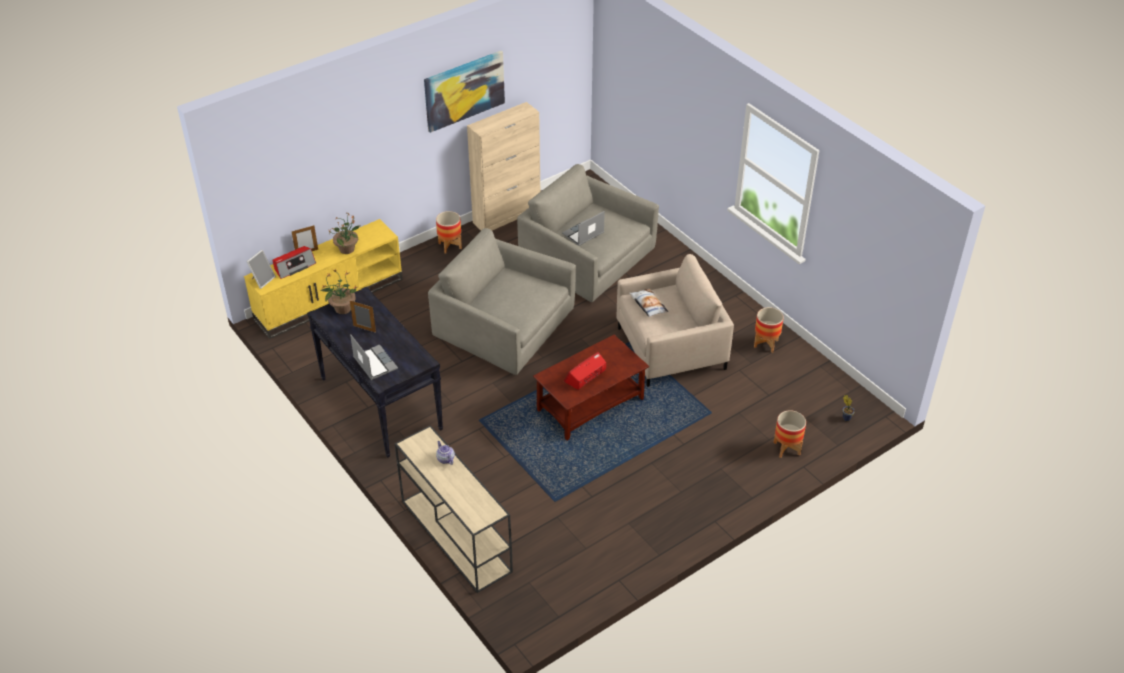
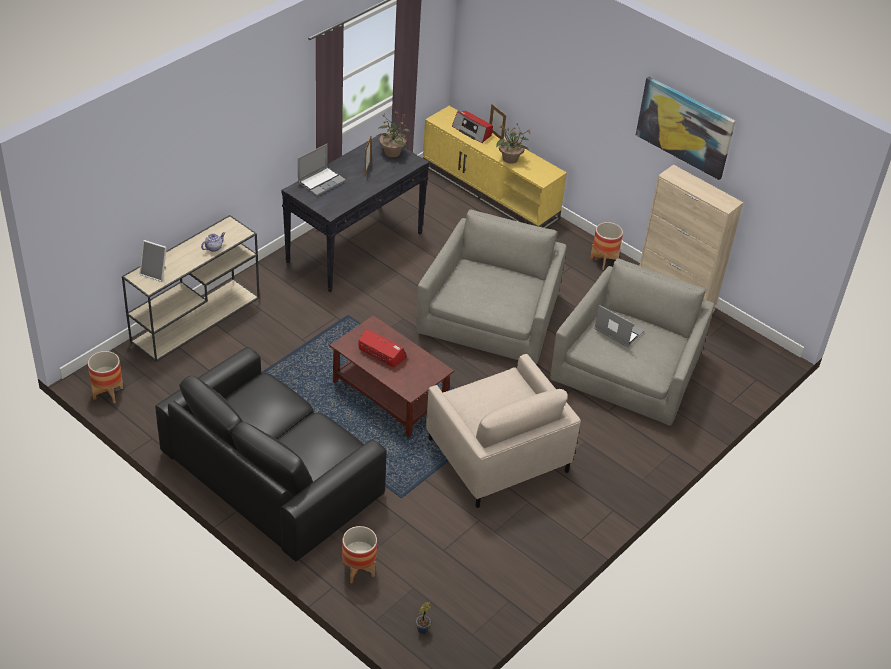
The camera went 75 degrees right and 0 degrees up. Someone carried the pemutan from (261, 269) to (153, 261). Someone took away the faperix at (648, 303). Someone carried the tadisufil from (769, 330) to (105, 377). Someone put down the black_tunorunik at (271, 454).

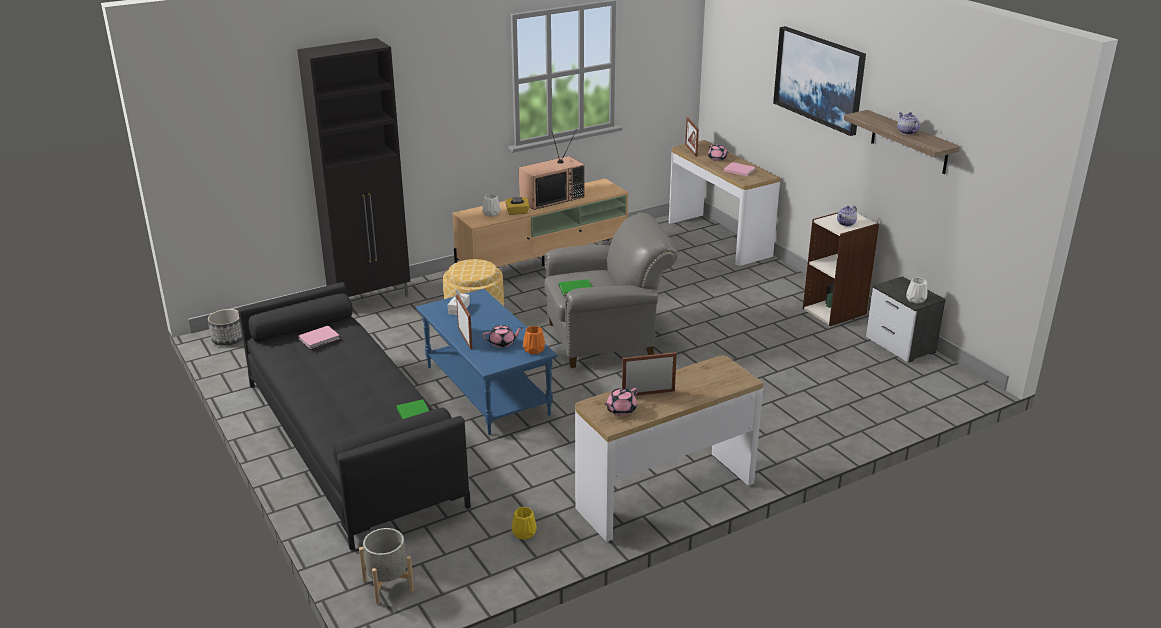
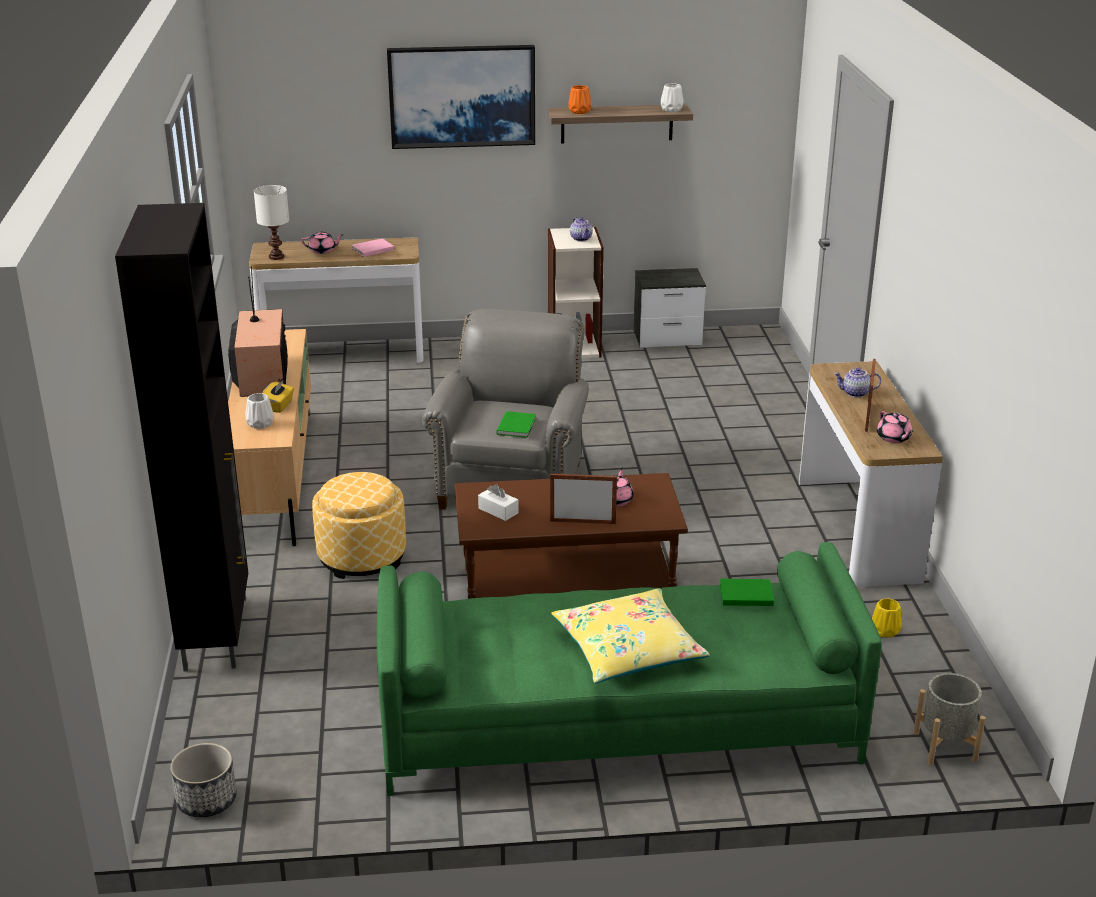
The camera went 65 degrees left and 0 degrees up. Someone repainted the black_tunorunik at (354, 416), which became the green_tunorunik at (629, 669). Someone took away the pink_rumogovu at (319, 337). Someone repainted the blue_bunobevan at (486, 362), which became the brown_bunobevan at (571, 536). Someone carried the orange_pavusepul from (534, 340) to (579, 99). Someone swapped the pemutan at (692, 137) for the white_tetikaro at (271, 222). Someone carried the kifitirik from (908, 123) to (857, 382). Someone carried the white_pavusepul from (916, 290) to (672, 97). Someone put down the yellow_faperix at (630, 635).

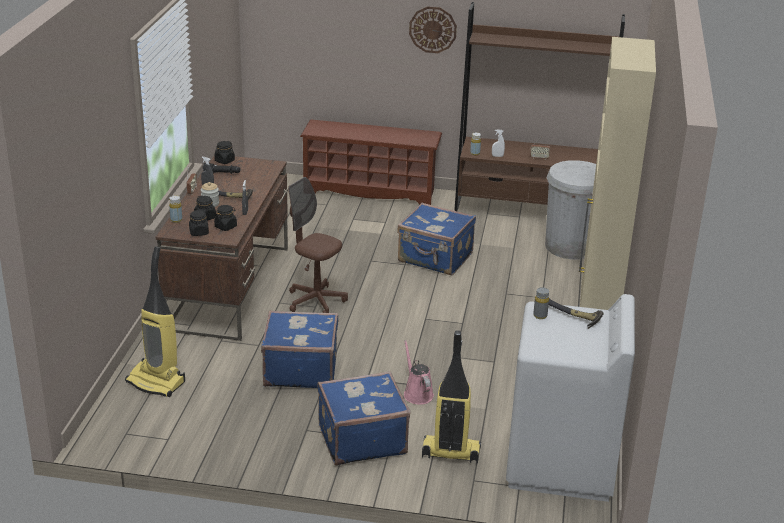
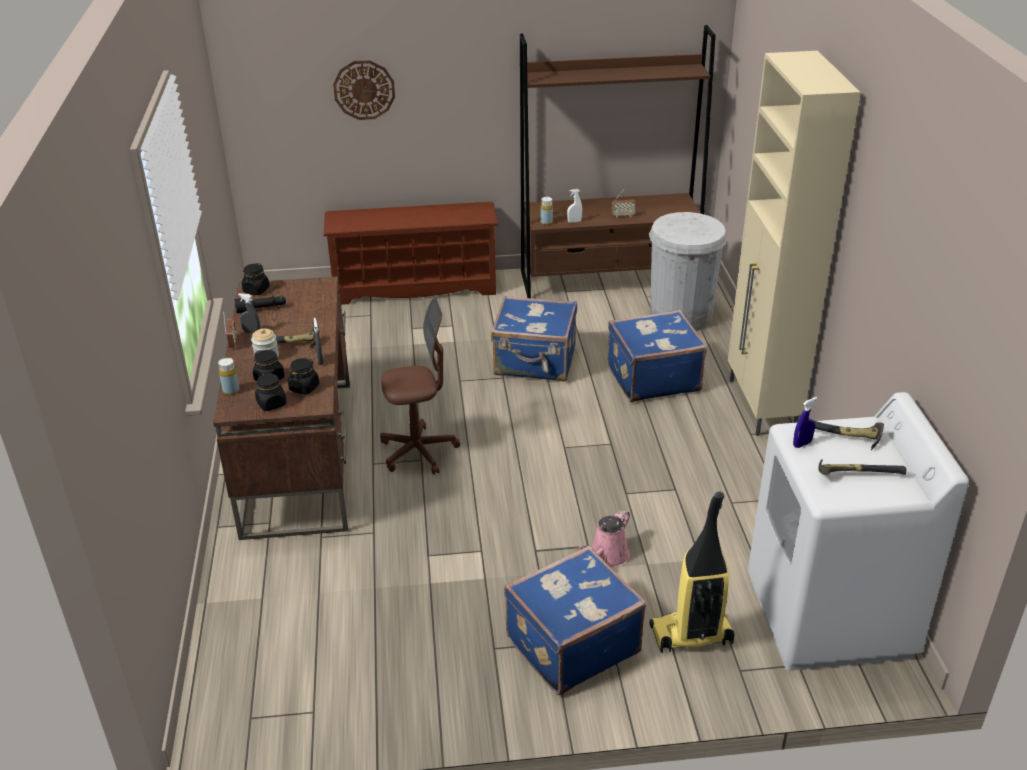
The camera went 15 degrees left and 5 degrees up. Someone took away the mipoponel at (155, 321). Someone carried the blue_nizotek from (300, 349) to (657, 356). Someone rotated the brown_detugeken at (318, 245) by 150 degrees clockwise. Someone rotated the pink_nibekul at (419, 372) by 105 degrees counterclockwise. Someone carried the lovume from (433, 29) to (364, 90). Someone swapped the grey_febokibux at (541, 303) for the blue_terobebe at (805, 422). Someone put down the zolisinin at (862, 467).

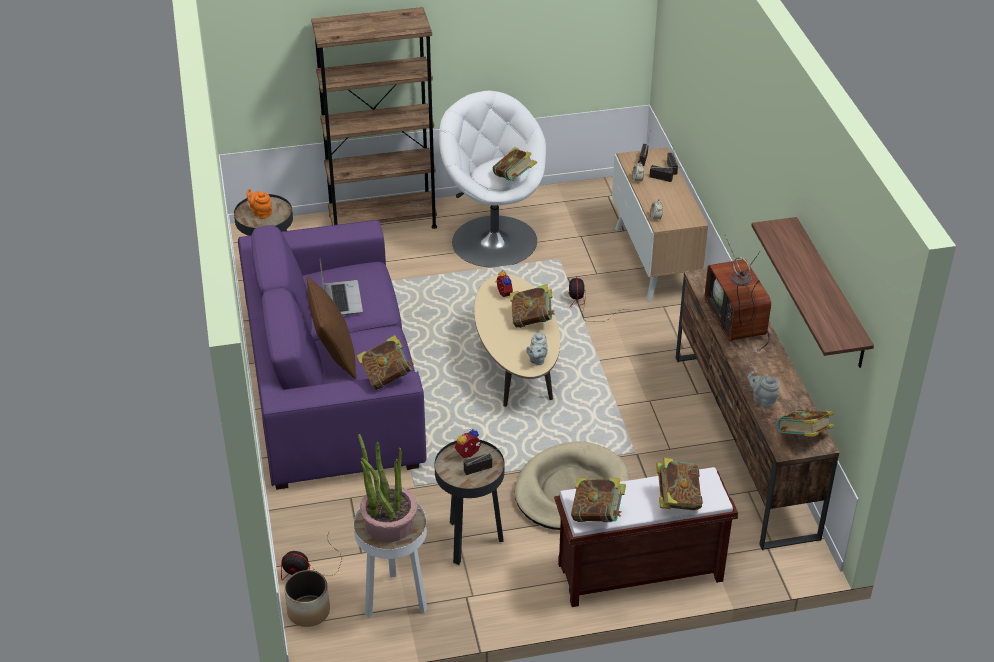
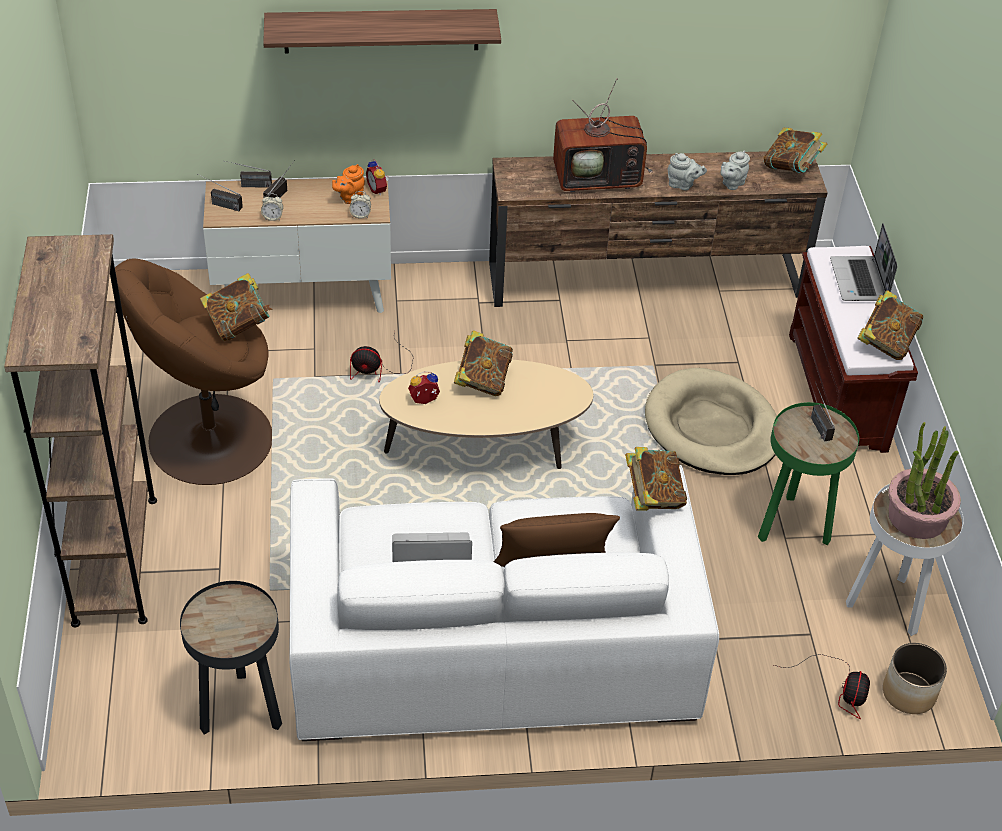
The camera went 85 degrees left and 5 degrees up. Someone repainted the purple_tunorunik at (332, 355), which became the white_tunorunik at (504, 603). Someone carried the orange_kifitirik from (259, 203) to (348, 184). Someone repainted the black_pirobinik at (469, 502), which became the green_pirobinik at (808, 473). Someone repainted the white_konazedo at (492, 179), which became the brown_konazedo at (193, 371). Someone carried the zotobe from (468, 443) to (377, 177). Someone carried the grey_kifitirik from (537, 348) to (687, 171). Someone swapped the rumogovu at (679, 484) for the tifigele at (863, 262). Someone carried the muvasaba from (813, 292) to (382, 31).

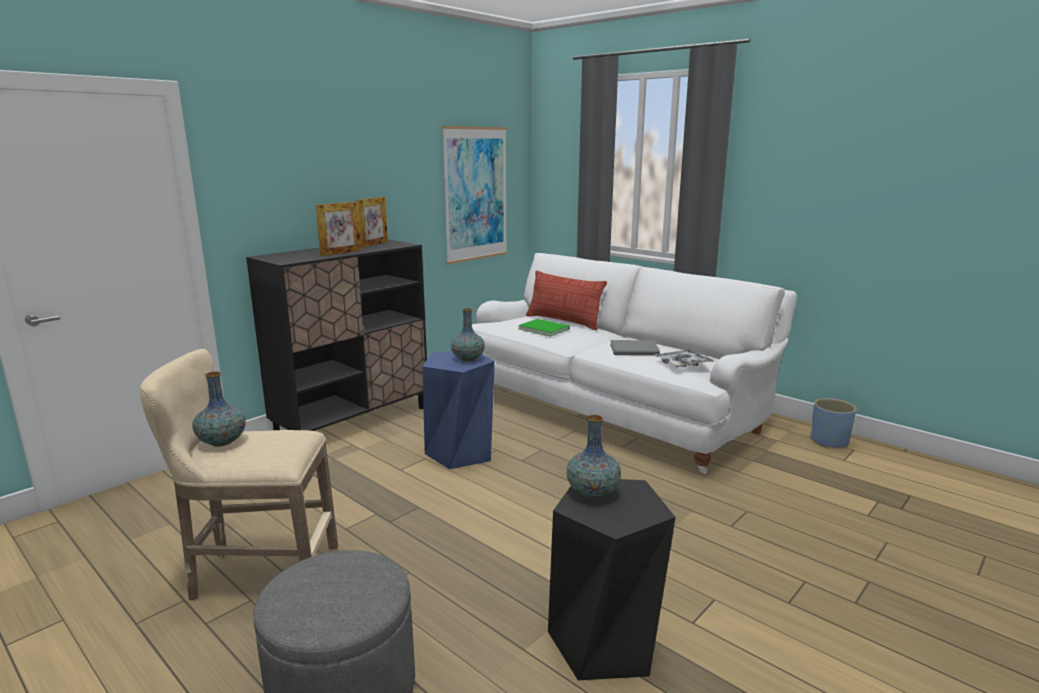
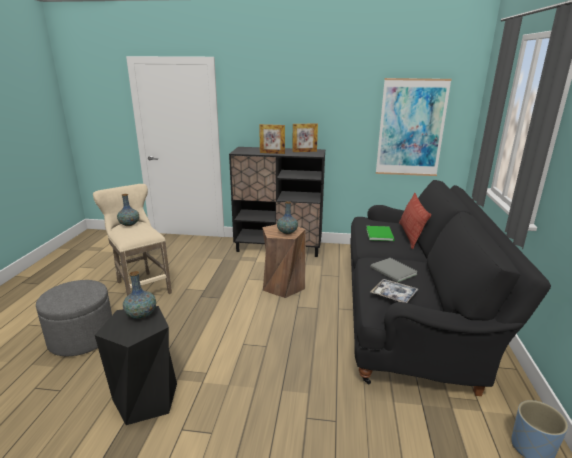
The camera went 55 degrees right and 5 degrees up. Someone repainted the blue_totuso at (458, 410), which became the brown_totuso at (284, 261). Someone repainted the white_tunorunik at (634, 363), which became the black_tunorunik at (450, 288).

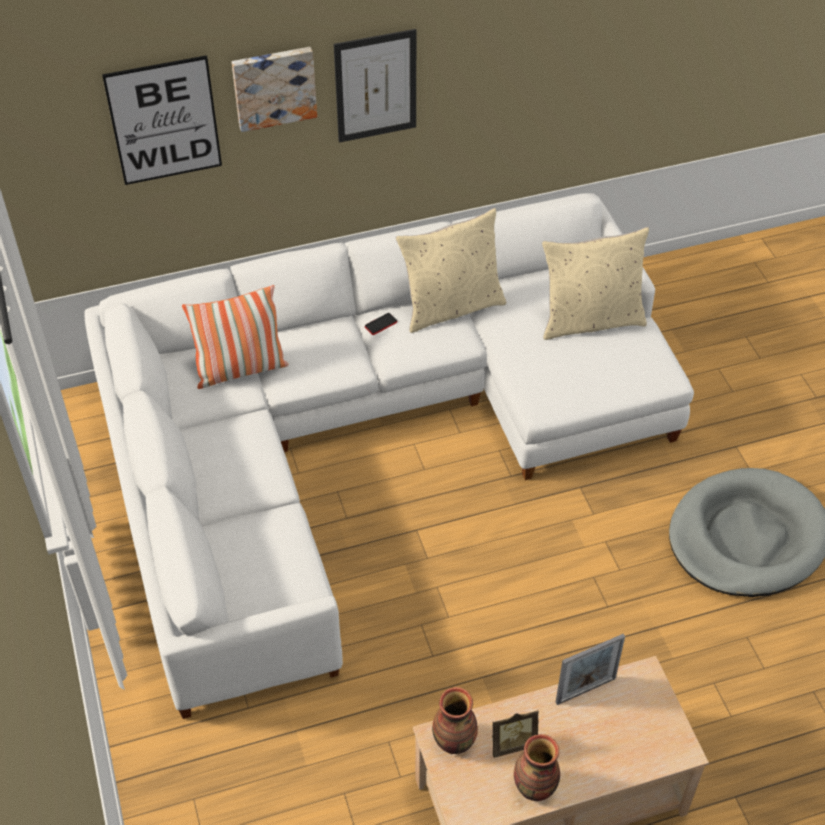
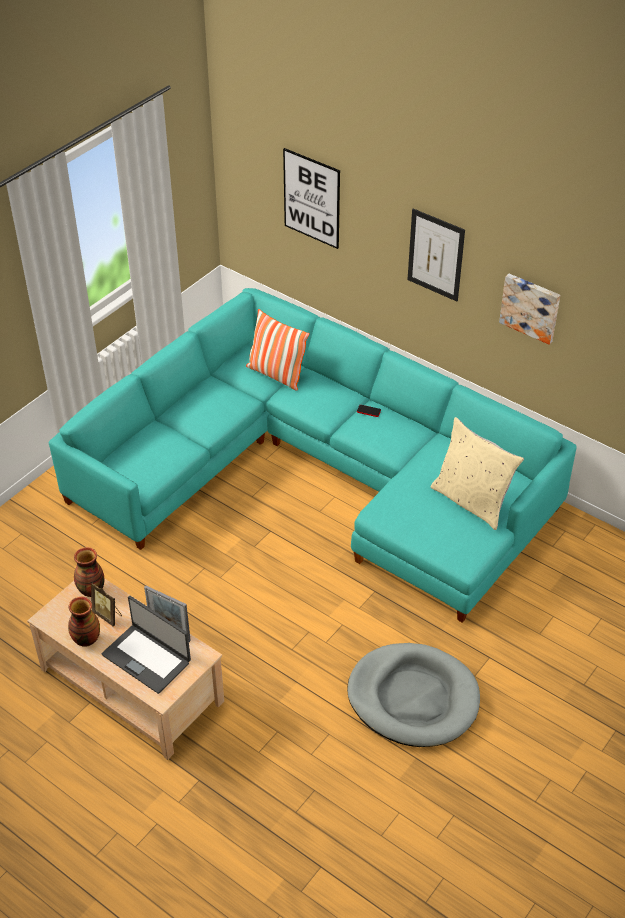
The camera went 55 degrees right and 5 degrees down. Someone repainted the white_tunorunik at (389, 456), which became the turquoise_tunorunik at (313, 455). Someone carried the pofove from (274, 89) to (529, 309). Someone took away the beige_faperix at (451, 270). Someone put down the tifigele at (146, 645).

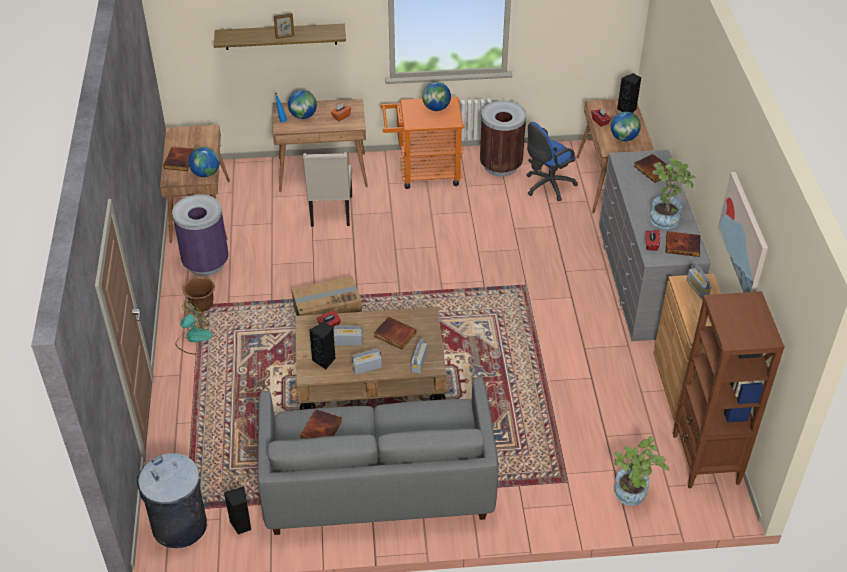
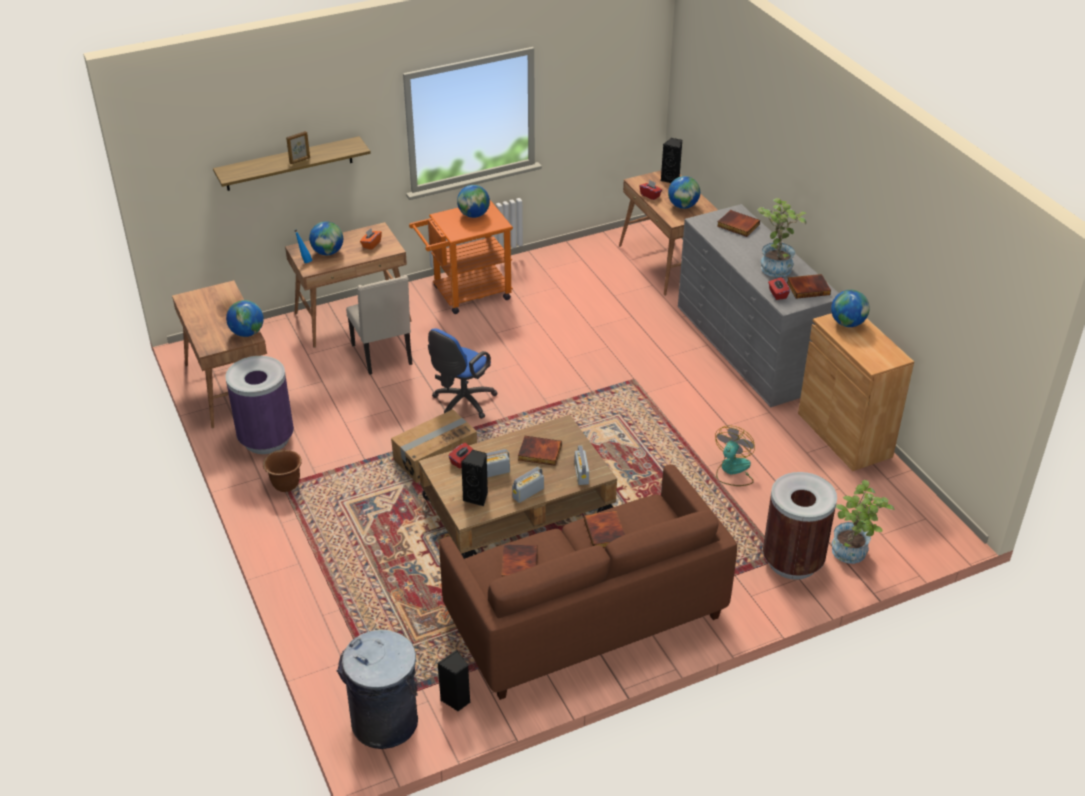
The camera went 20 degrees left and 5 degrees down. Someone carried the rumogovu from (179, 159) to (604, 529). Someone carried the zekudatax from (194, 327) to (735, 455). Someone repainted the grey_tunorunik at (377, 456), which became the brown_tunorunik at (588, 582). Someone carried the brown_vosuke from (503, 139) to (800, 526). Someone carried the blue_detugeken from (552, 161) to (463, 373). Someone took away the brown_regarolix at (728, 389). Someone swapped the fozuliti at (699, 281) for the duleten at (850, 308). Someone took away the pofove at (743, 232).

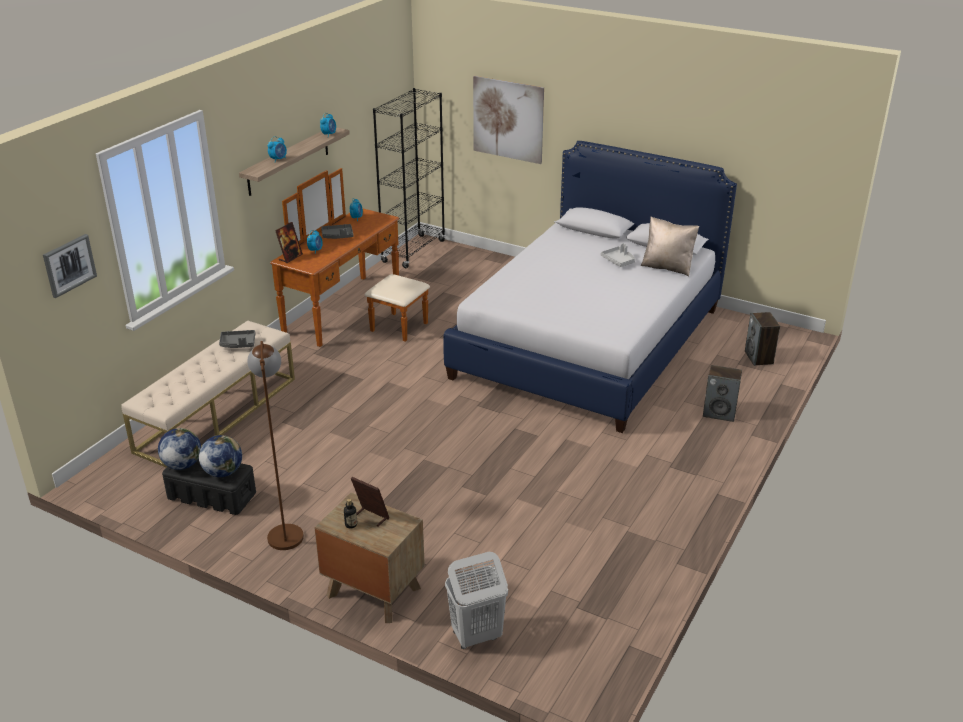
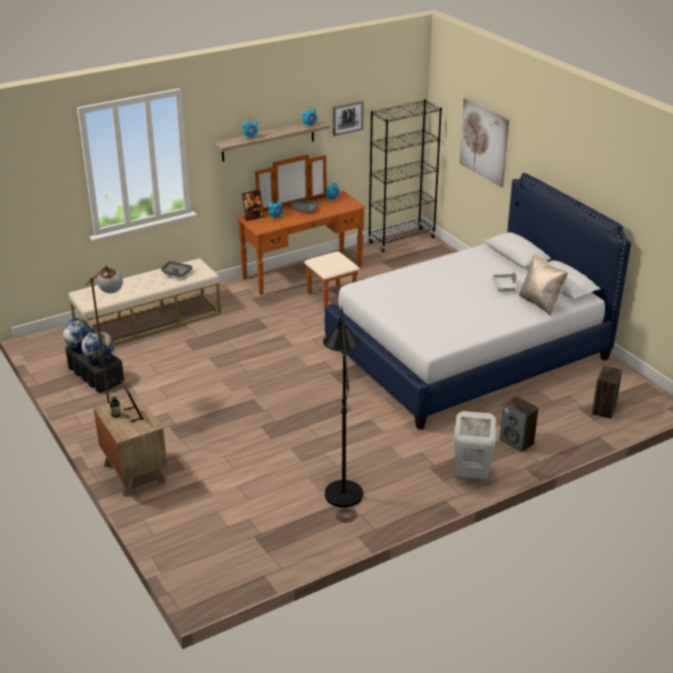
The camera went 30 degrees right and 0 degrees up. Someone carried the pofove from (70, 266) to (348, 118). Someone carried the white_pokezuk from (476, 600) to (475, 446). Someone put down the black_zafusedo at (343, 414).

